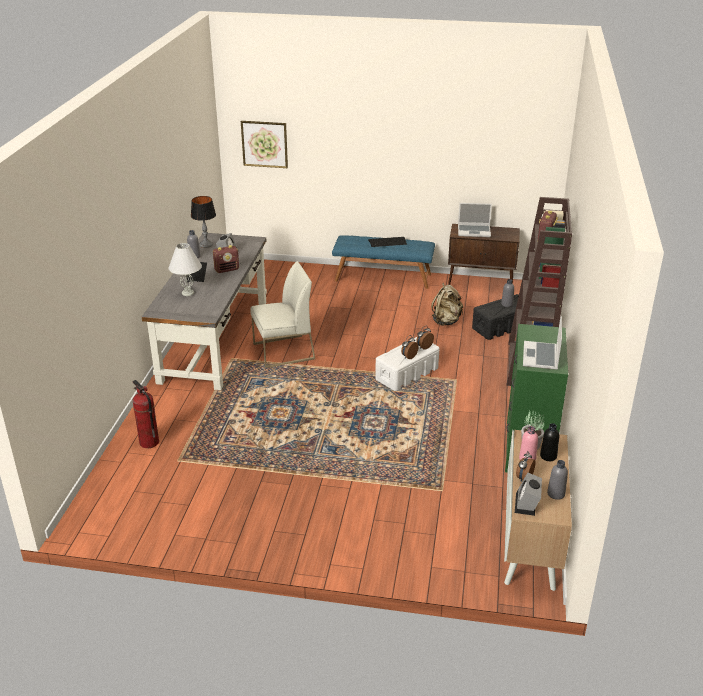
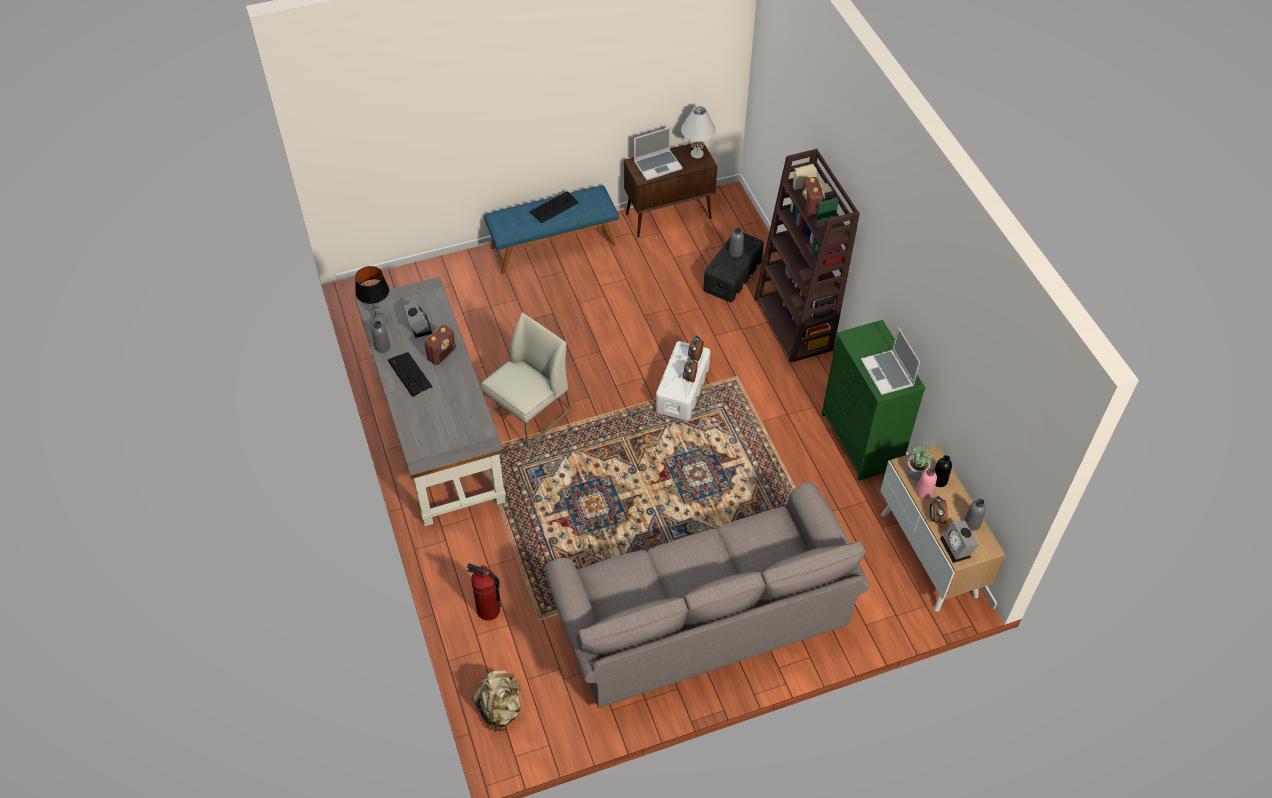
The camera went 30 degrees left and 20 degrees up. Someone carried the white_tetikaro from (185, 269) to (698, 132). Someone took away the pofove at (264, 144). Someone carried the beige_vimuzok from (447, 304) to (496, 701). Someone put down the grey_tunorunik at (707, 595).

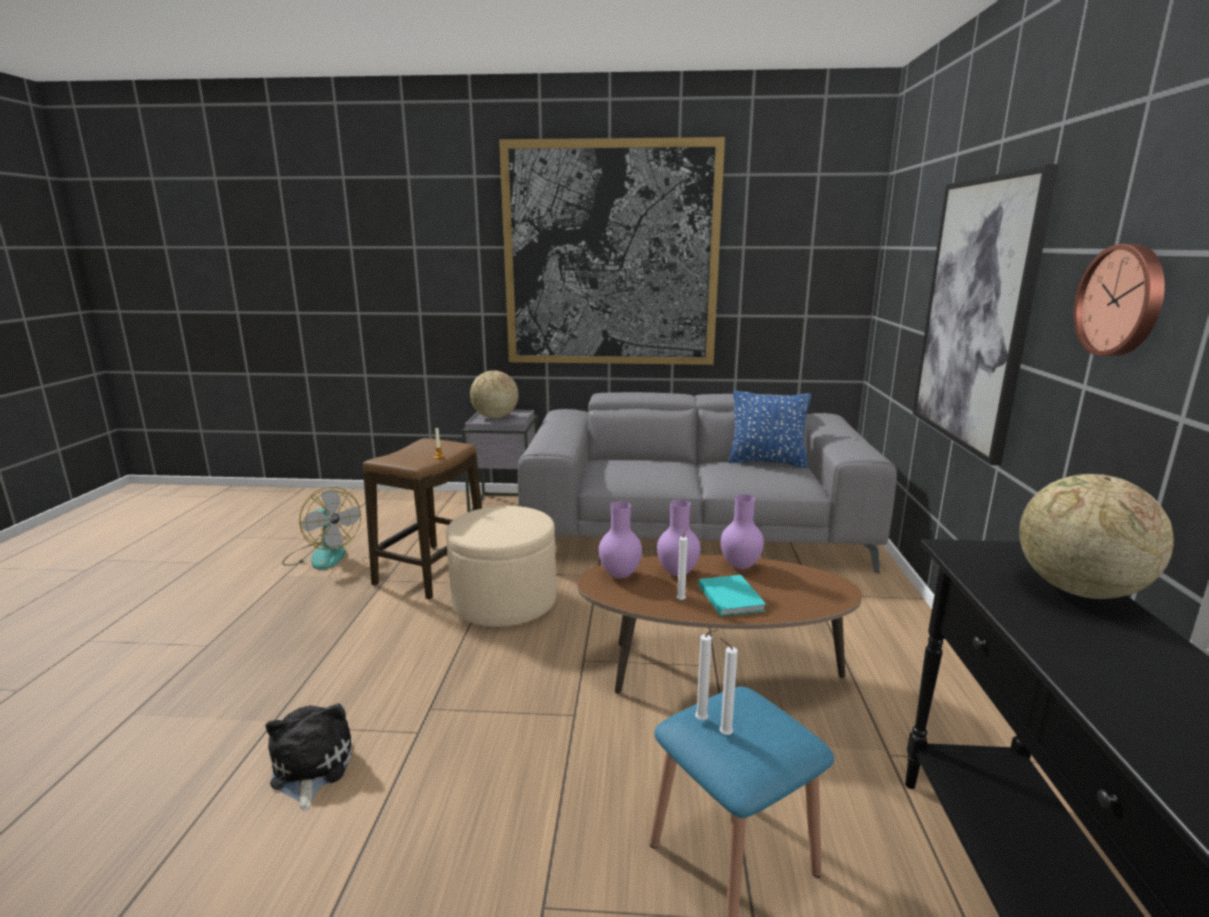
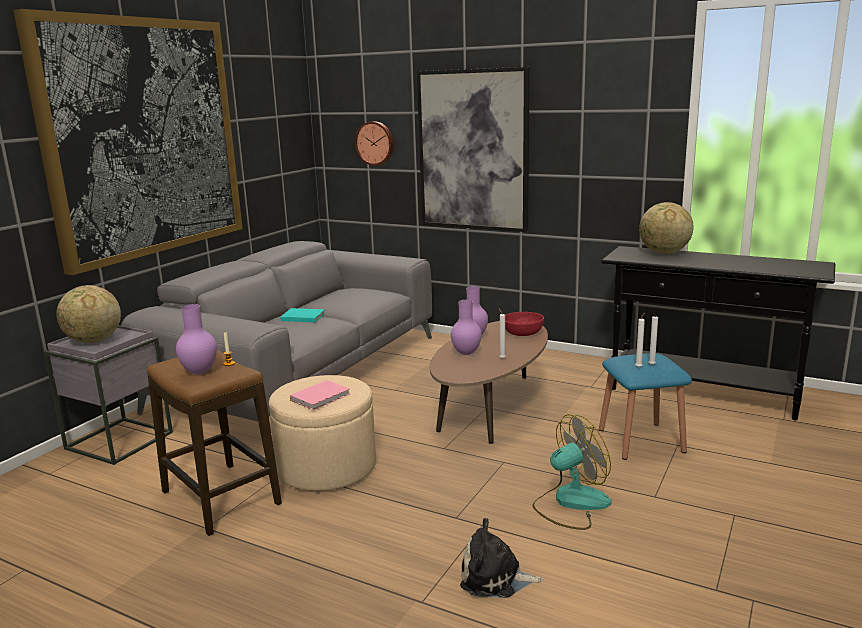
The camera went 65 degrees left and 0 degrees up. Someone carried the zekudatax from (321, 528) to (572, 472). Someone carried the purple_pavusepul from (620, 539) to (196, 339). Someone carried the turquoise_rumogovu from (732, 596) to (302, 315). Someone took away the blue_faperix at (769, 429). Someone carried the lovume from (1119, 300) to (374, 143). Someone put down the pink_rumogovu at (320, 395). Someone put down the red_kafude at (524, 324).

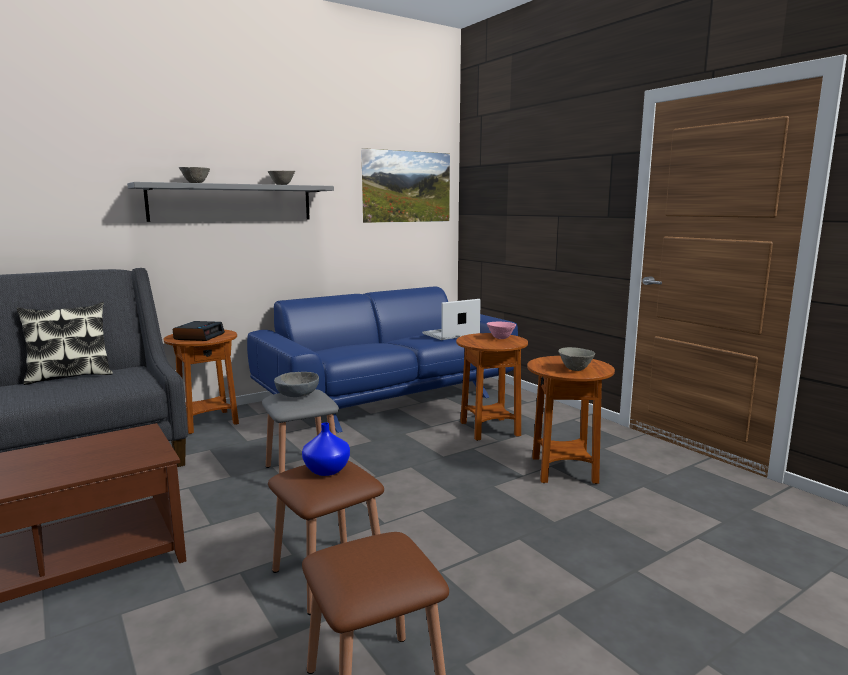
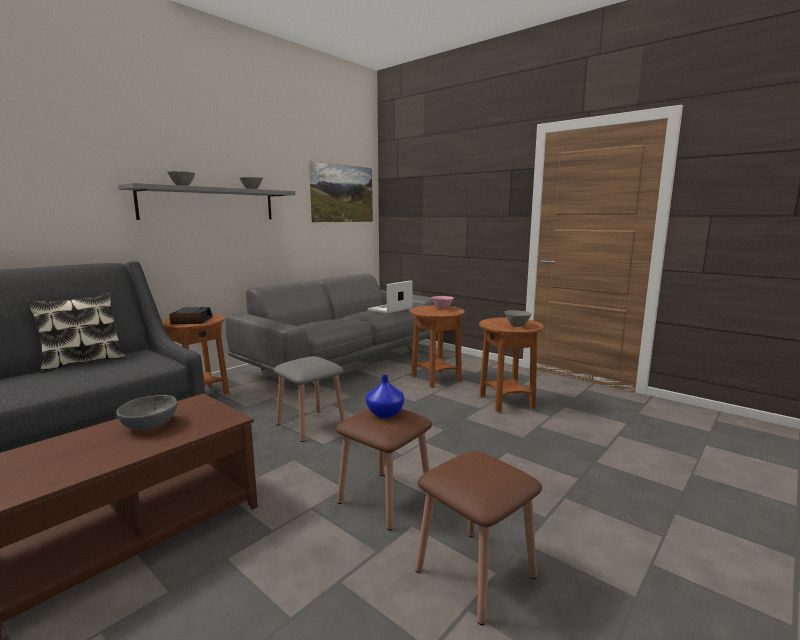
The camera went 15 degrees left and 0 degrees up. Someone repainted the blue_tunorunik at (382, 360), which became the grey_tunorunik at (330, 332). Someone carried the grey_kafude from (296, 384) to (146, 412).

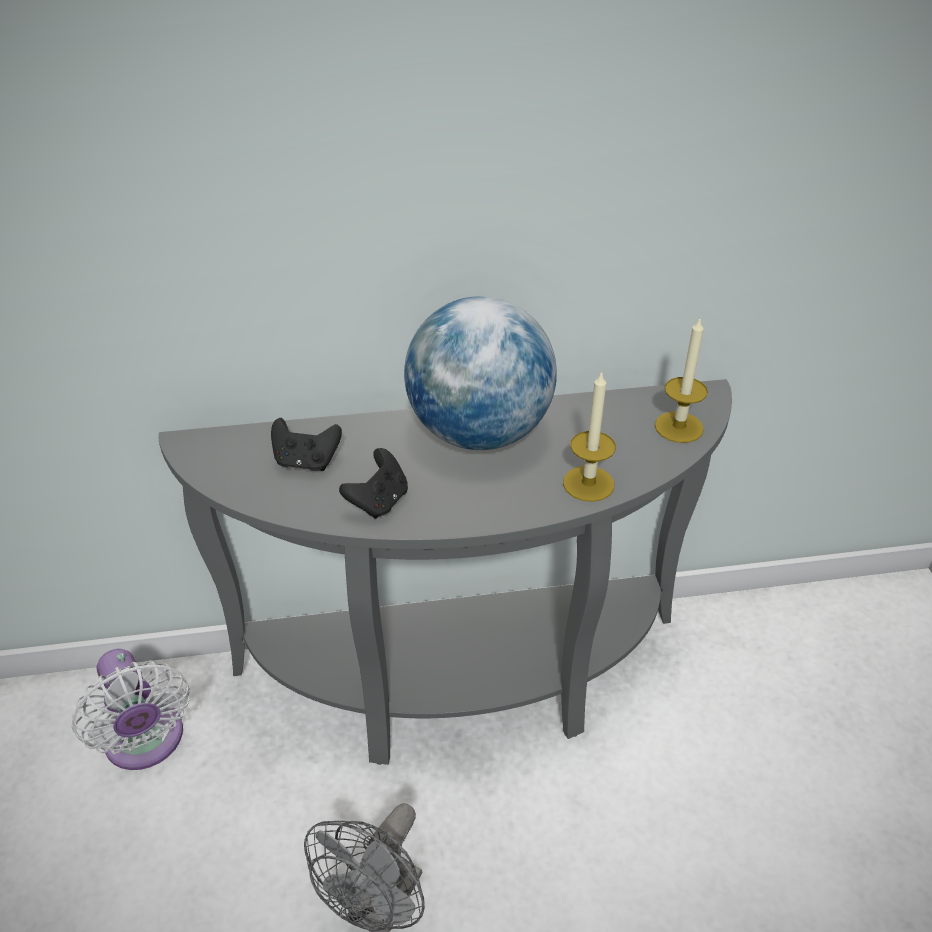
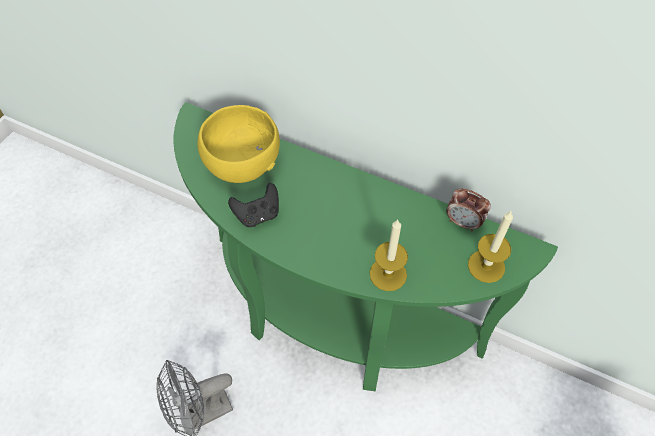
The camera went 35 degrees right and 15 degrees up. Someone took away the white_zekudatax at (130, 709). Someone repainted the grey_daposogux at (445, 572), which became the green_daposogux at (365, 246). Someone swapped the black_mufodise at (306, 444) for the yellow_kafude at (238, 144). Someone took away the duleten at (480, 373). Someone put down the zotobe at (469, 210).

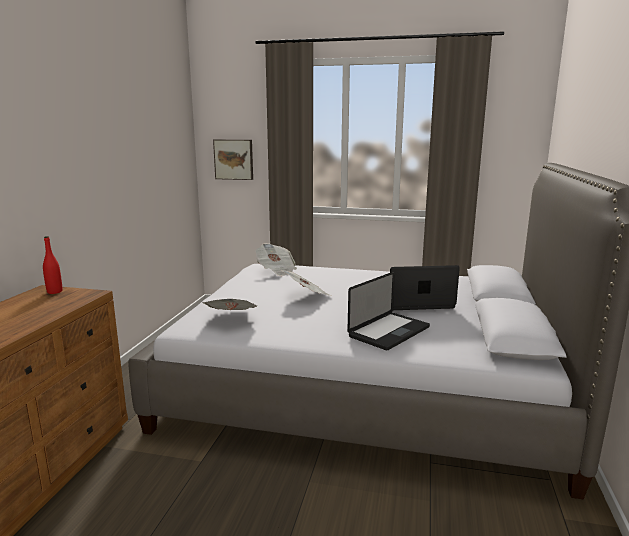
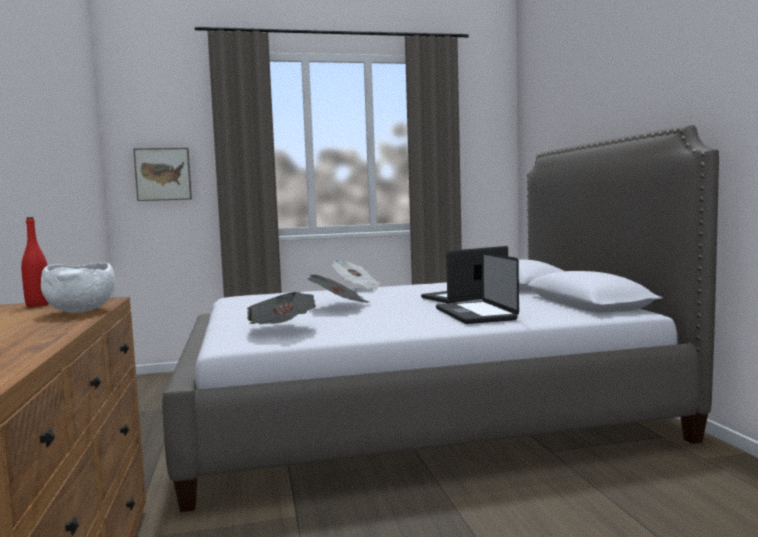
The camera went 25 degrees left and 10 degrees down. Someone carried the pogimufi from (276, 259) to (357, 275). Someone rotated the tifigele at (388, 311) by 150 degrees clockwise. Someone put down the white_kafude at (78, 287).

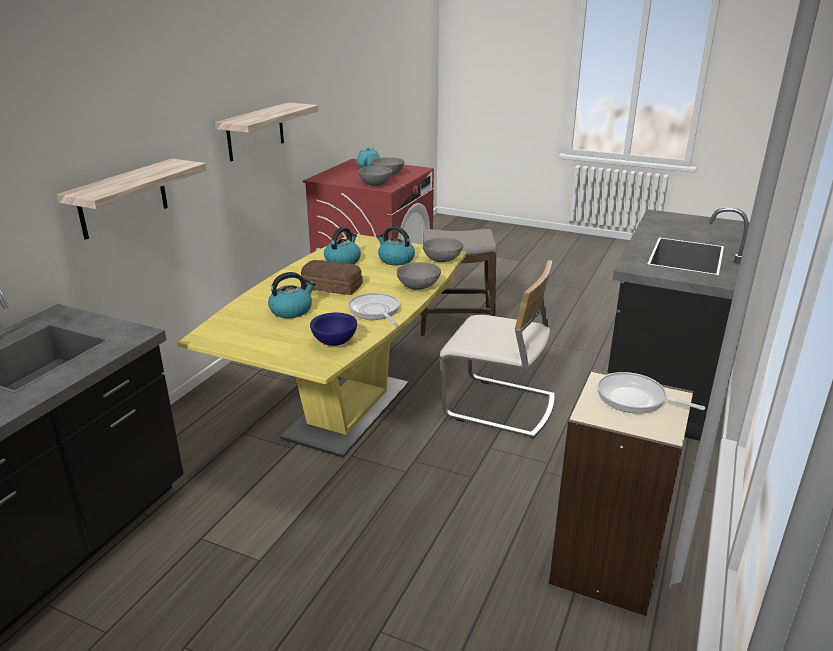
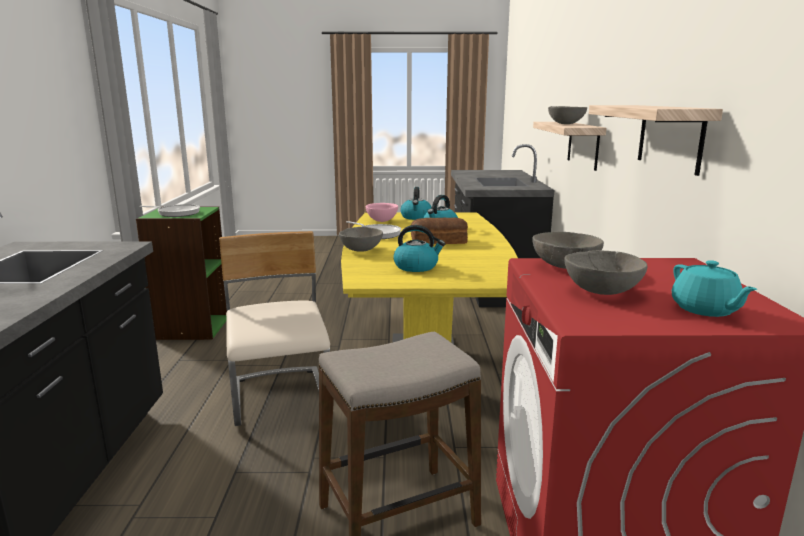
The camera went 155 degrees right and 10 degrees down. Someone repainted the blue_kafude at (333, 329), which became the pink_kafude at (382, 212). Someone carried the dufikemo from (342, 245) to (416, 203). Someone carried the grey_kafude from (443, 250) to (567, 115). Someone rotated the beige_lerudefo at (497, 349) by 75 degrees clockwise. Someone repainted the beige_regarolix at (621, 493), which became the green_regarolix at (181, 273).

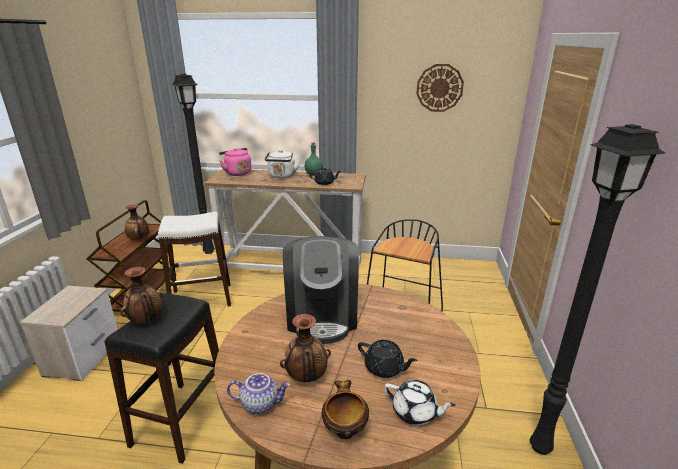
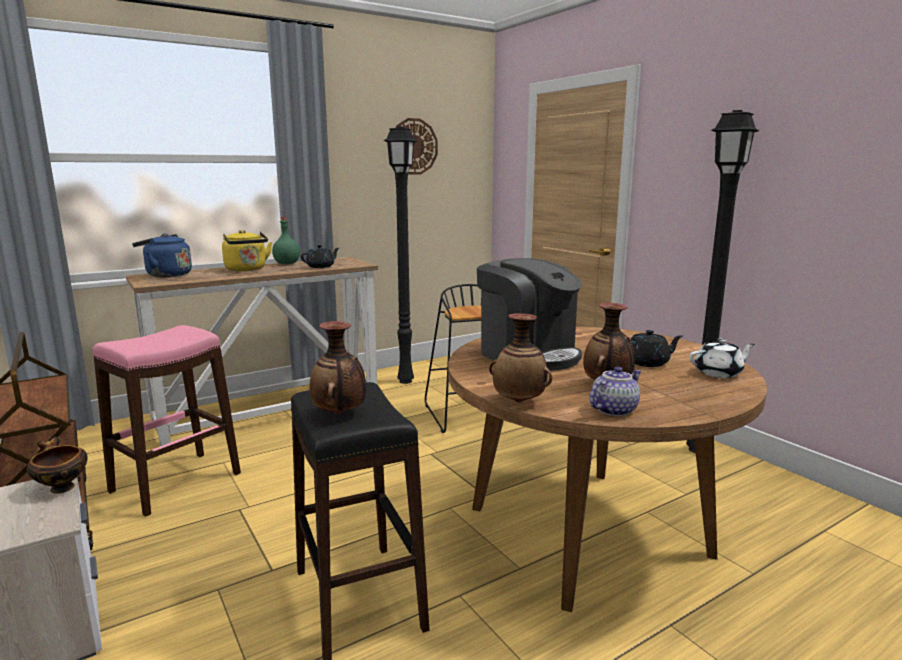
The camera went 40 degrees left and 10 degrees down. Someone carried the pavusepul from (137, 222) to (520, 358). Someone repainted the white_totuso at (194, 259), which became the pink_totuso at (167, 421). Someone carried the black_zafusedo from (193, 163) to (400, 255). Someone repainted the pink_dufikemo at (235, 162), which became the blue_dufikemo at (162, 255). Someone repainted the white_dufikemo at (282, 164), which became the yellow_dufikemo at (247, 250). Someone carried the kafude from (345, 409) to (57, 465).

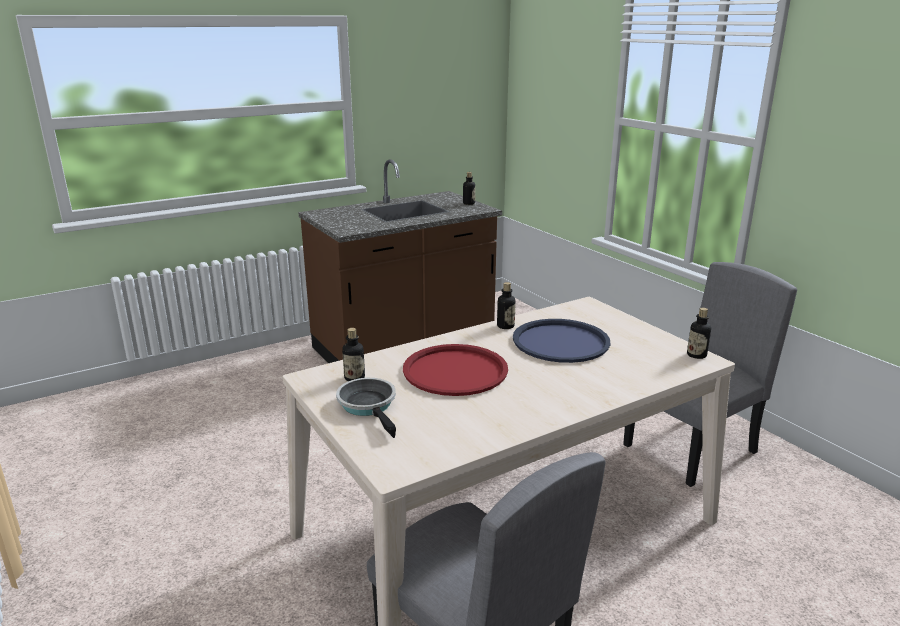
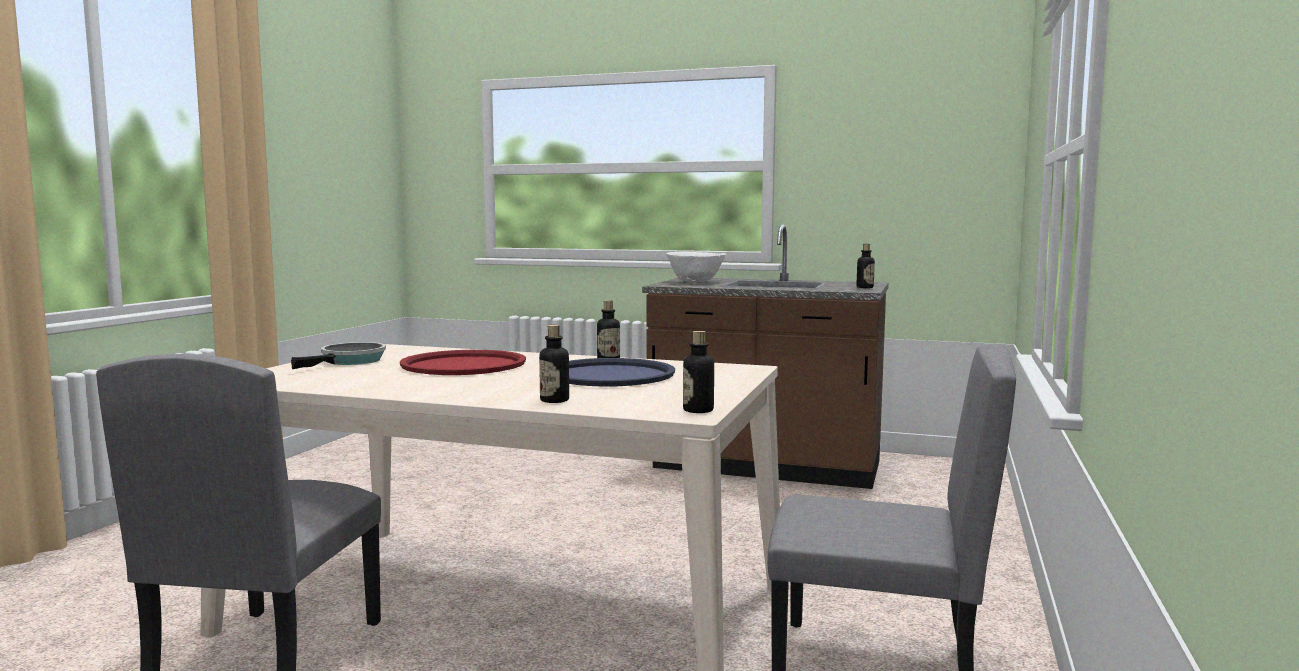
The camera went 50 degrees right and 15 degrees down. Someone carried the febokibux from (353, 354) to (554, 364). Someone put down the white_kafude at (696, 267).

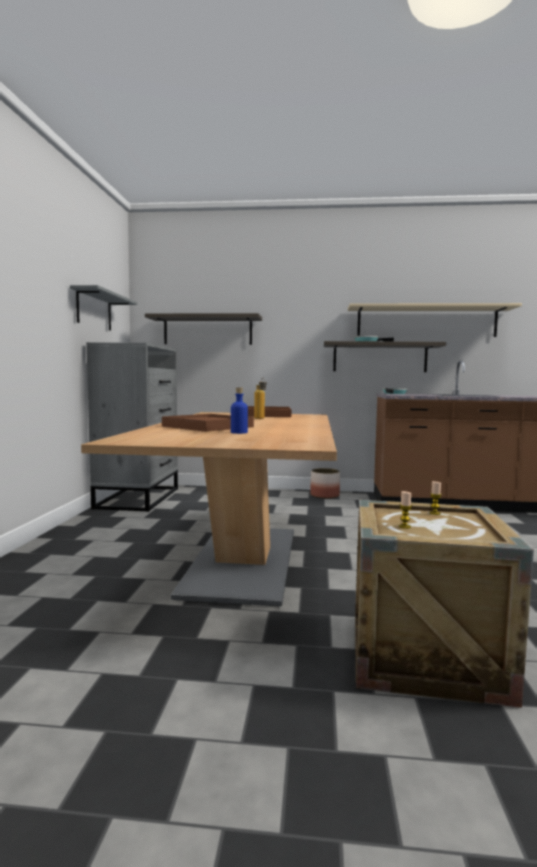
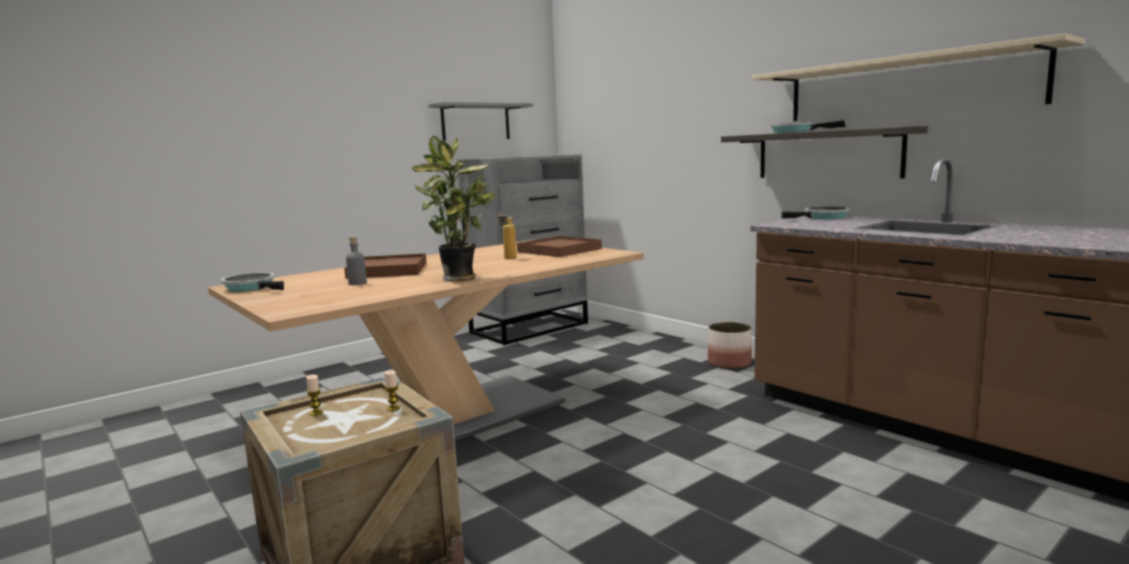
The camera went 45 degrees right and 5 degrees up. Someone took away the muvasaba at (203, 329). Someone repainted the blue_febokibux at (239, 410), which became the grey_febokibux at (356, 260). Someone put down the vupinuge at (252, 282). Someone put down the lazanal at (453, 209).

